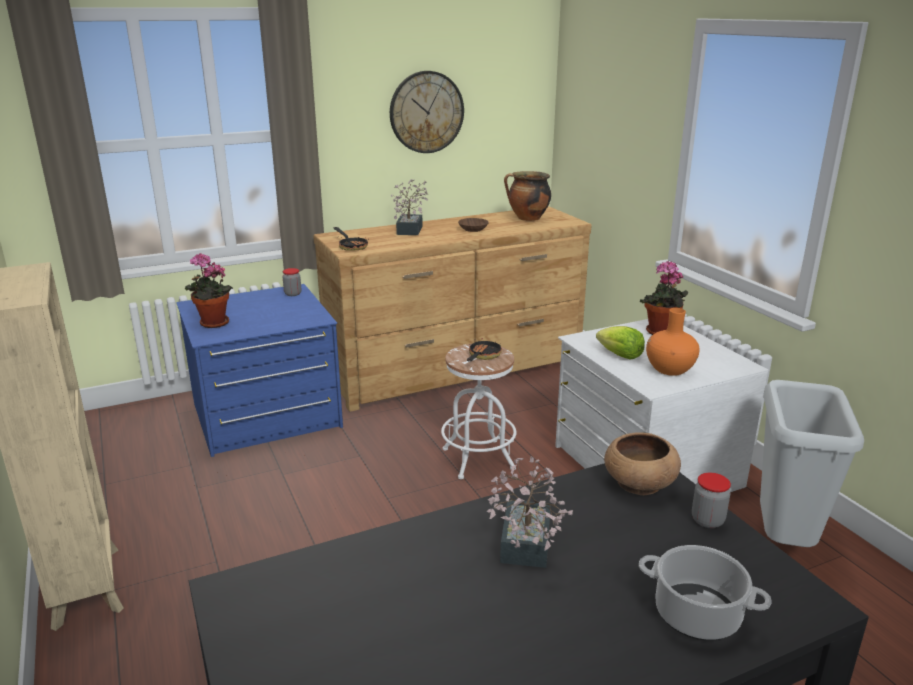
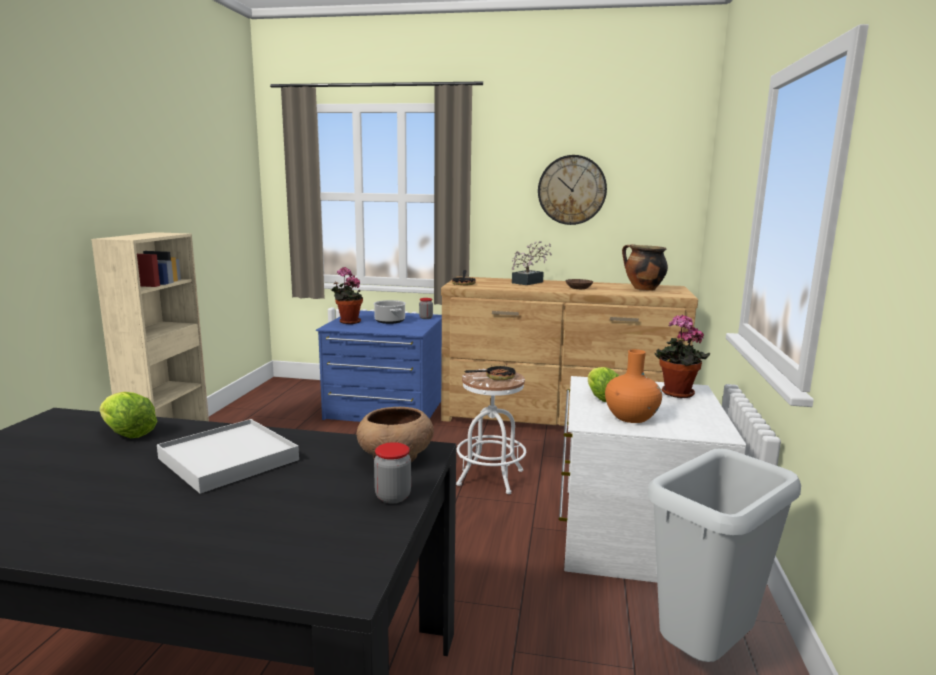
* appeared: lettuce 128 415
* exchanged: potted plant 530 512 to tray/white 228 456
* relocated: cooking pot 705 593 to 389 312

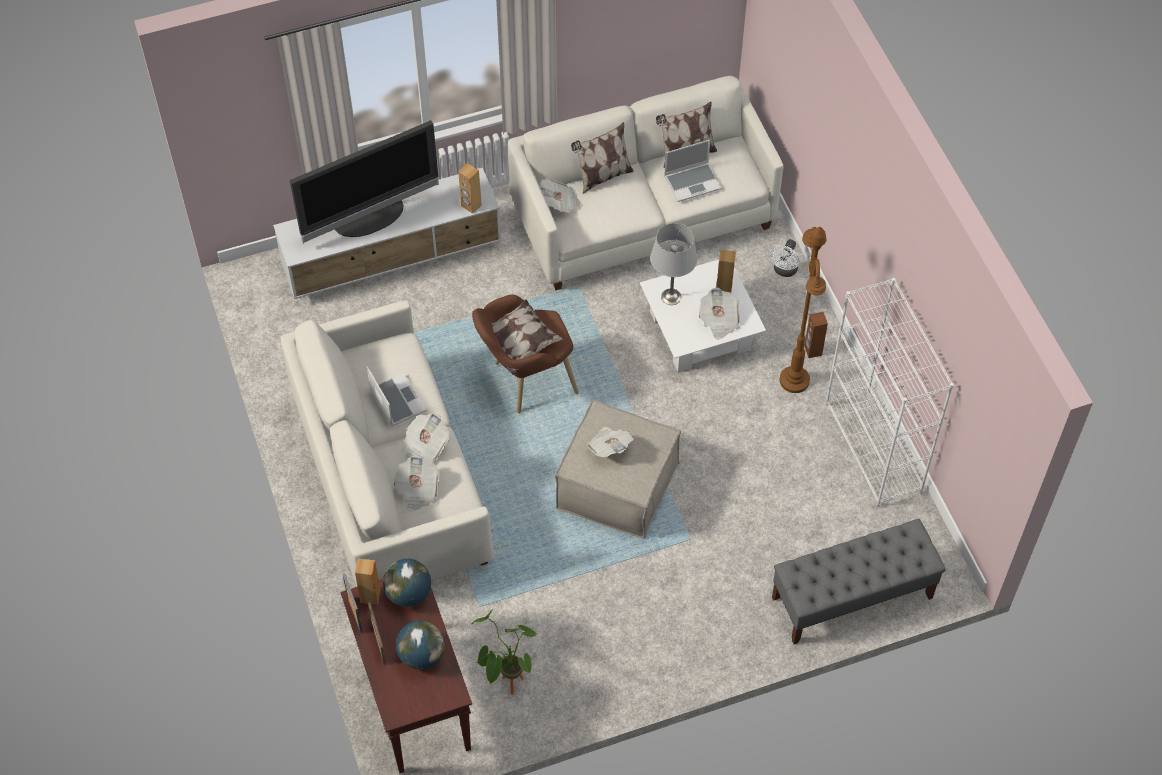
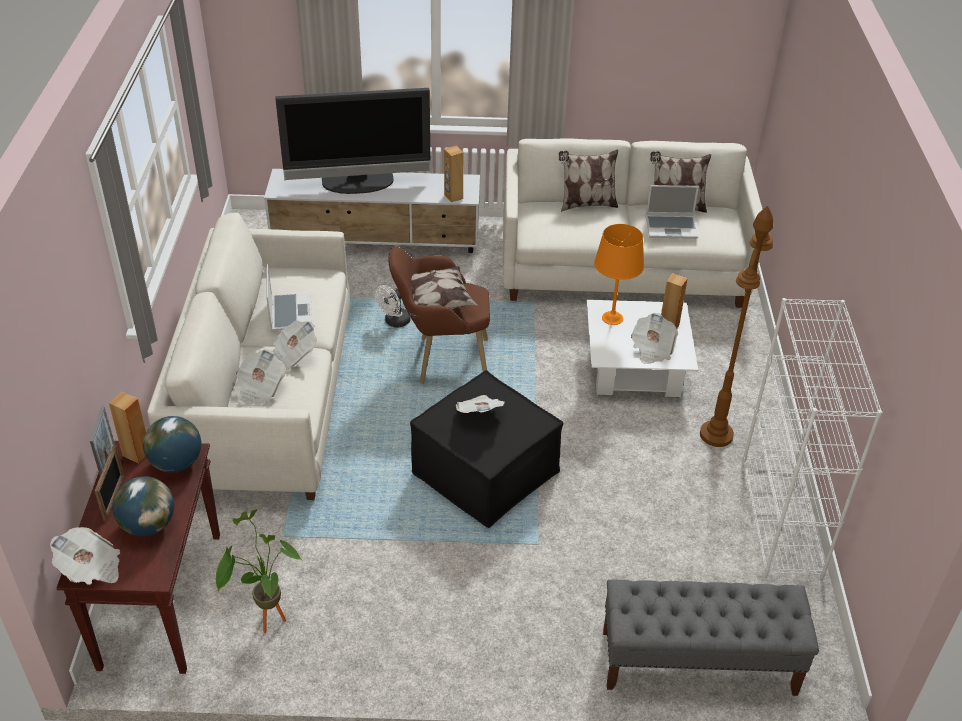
* relocated: newspaper 561 196 to 85 556
* relocated: fan/white 784 258 to 393 306
* colour: ottoman/beige 618 469 to ottoman/black 486 449
* colour: table lamp/grey 674 264 to table lamp/orange 619 274
* missing: speaker/brown 816 335

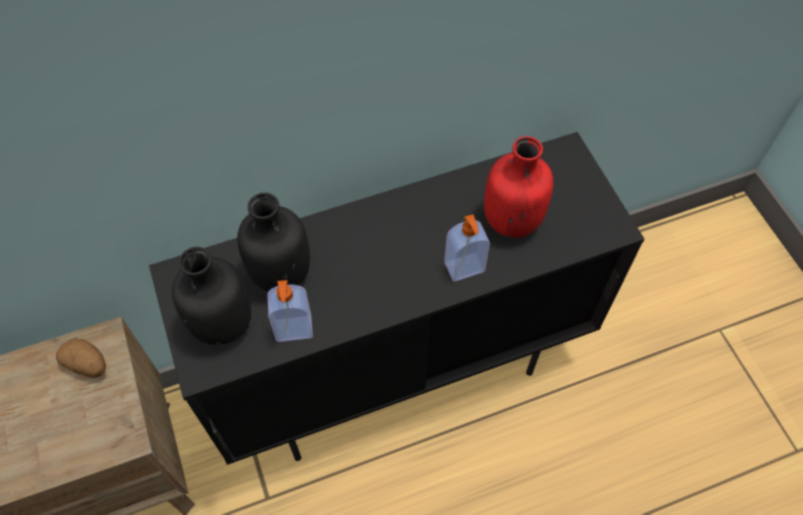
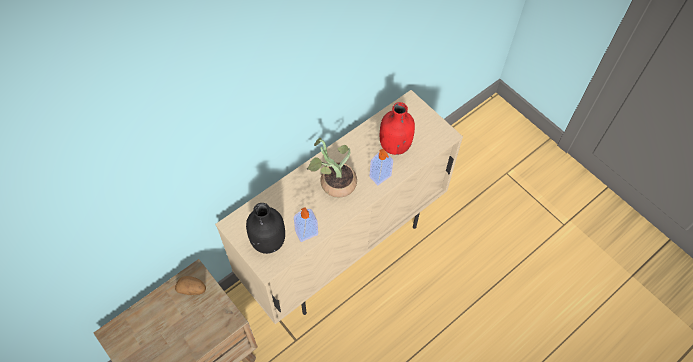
* colour: cabinet/black 397 298 to cabinet/beige 339 207
* appeared: potted plant 332 168
* missing: bottle/black 273 242

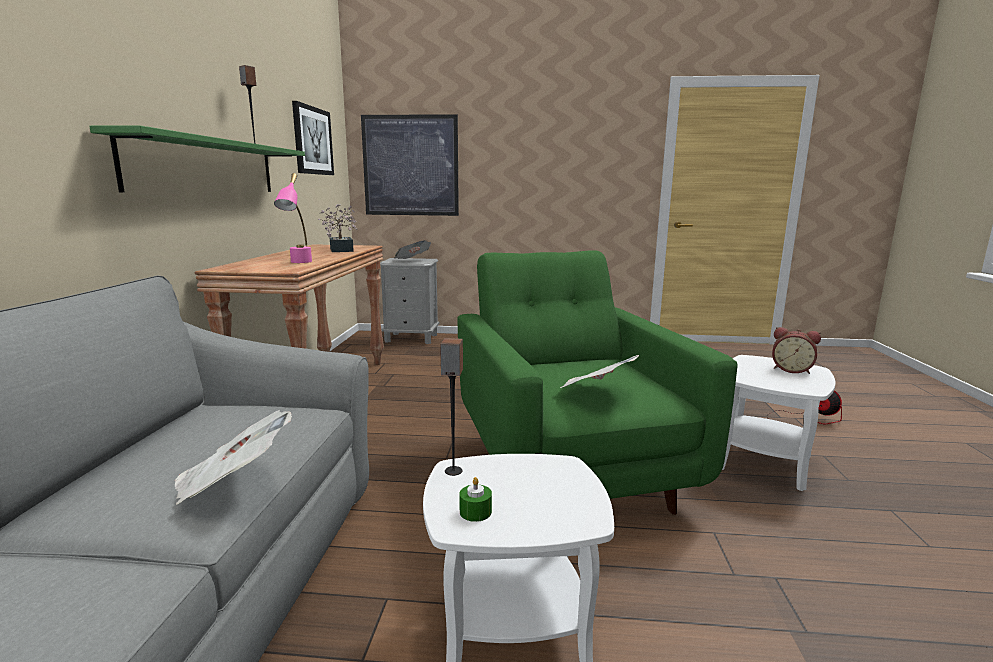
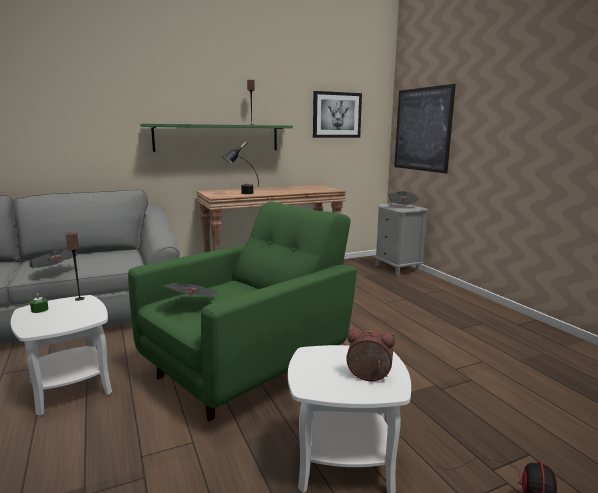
* colour: table lamp/pink 293 218 to table lamp/black 240 167
* spun: alarm clock 796 350 = 370 355 105 degrees clockwise
* missing: potted plant 337 228

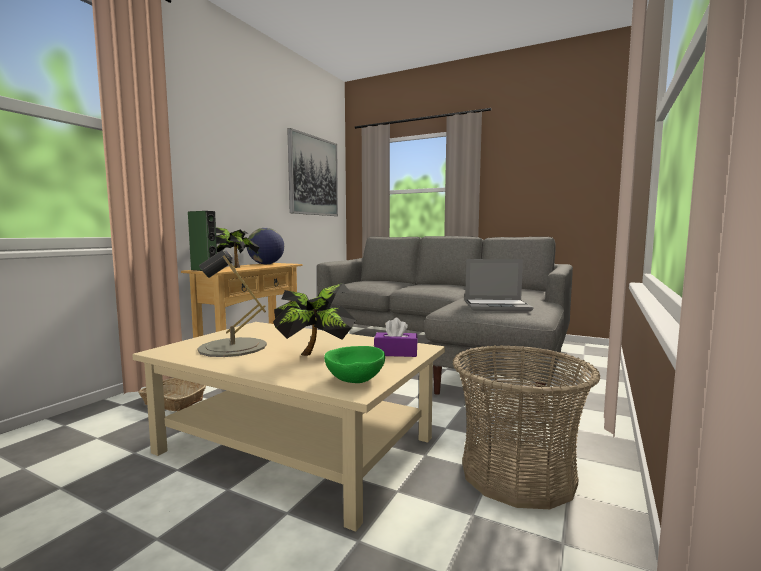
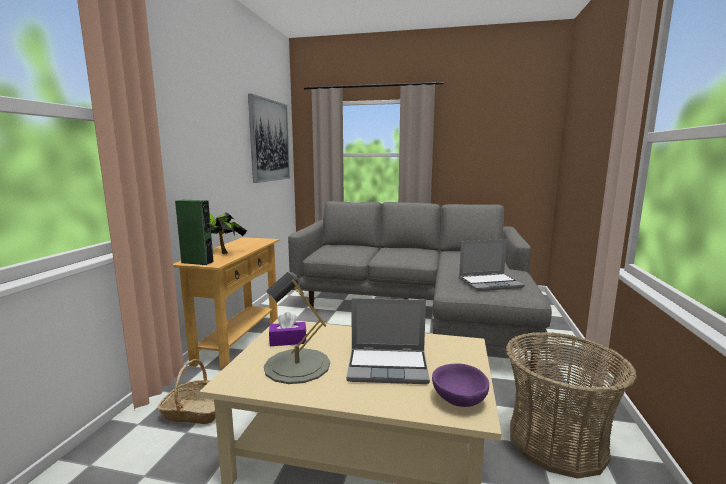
* relocated: tissue box/purple 396 337 to 287 329
* exchanged: potted plant 314 319 to laptop 388 341
* colour: bowl/green 354 364 to bowl/purple 460 385
* missing: globe 265 246

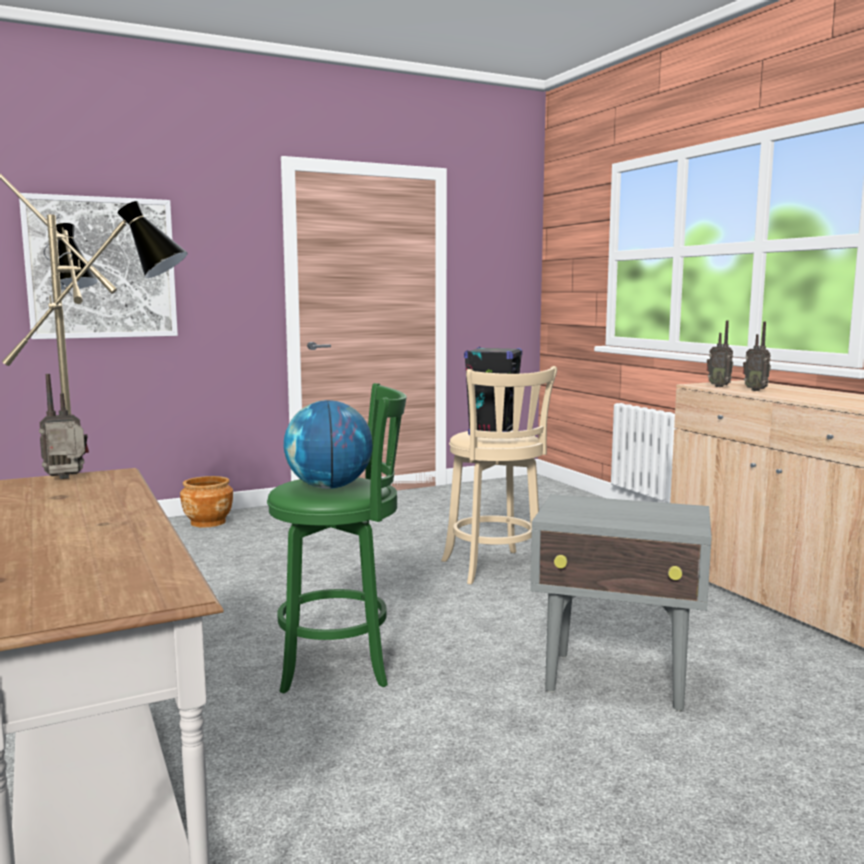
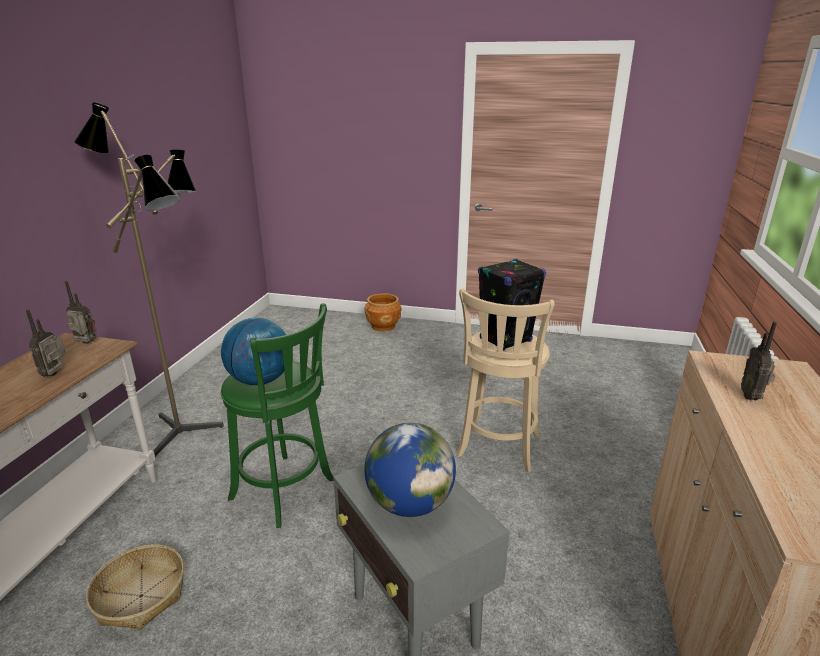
* relocated: radio 720 353 to 45 343
* appeared: basket 135 587
* appeared: globe 410 470
* missing: picture 98 266

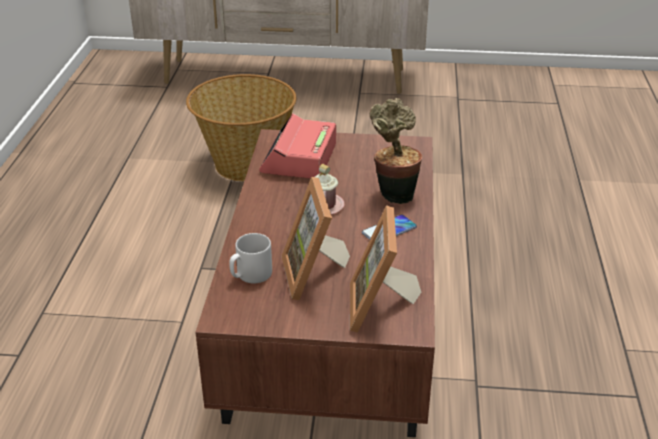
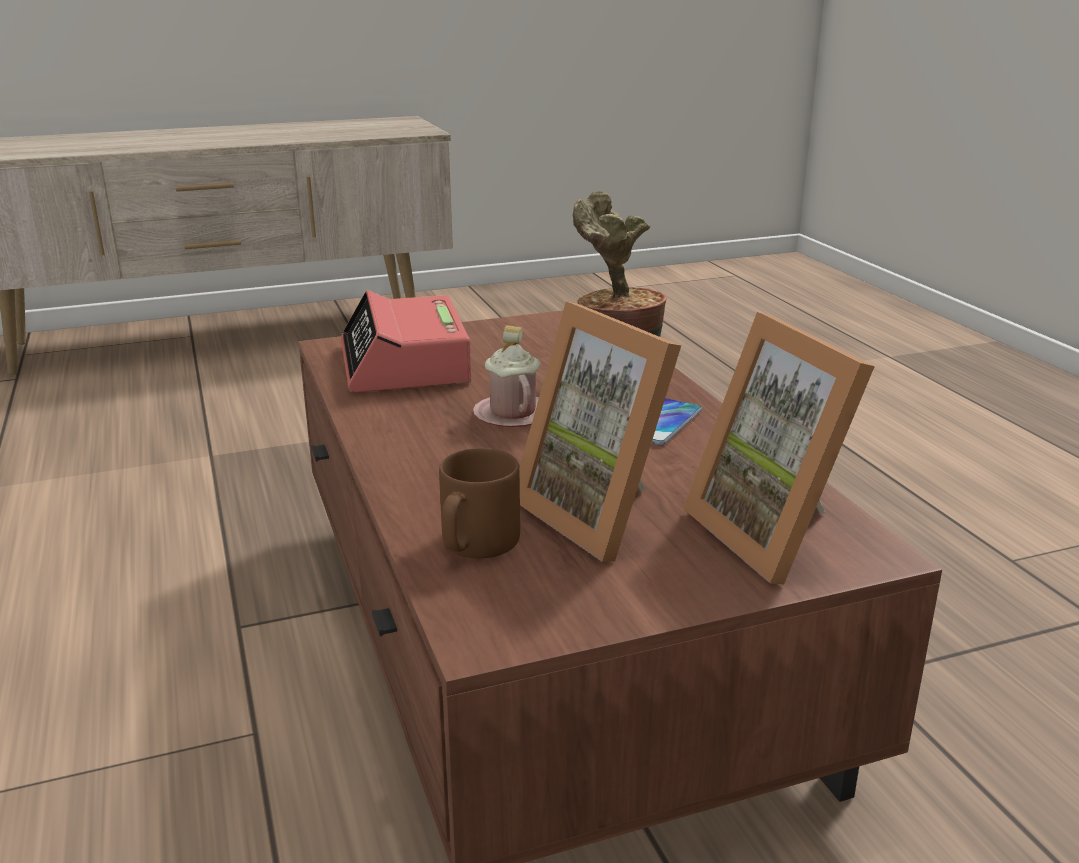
* colour: mug/grey 250 258 to mug/brown 479 503
* missing: basket 241 127

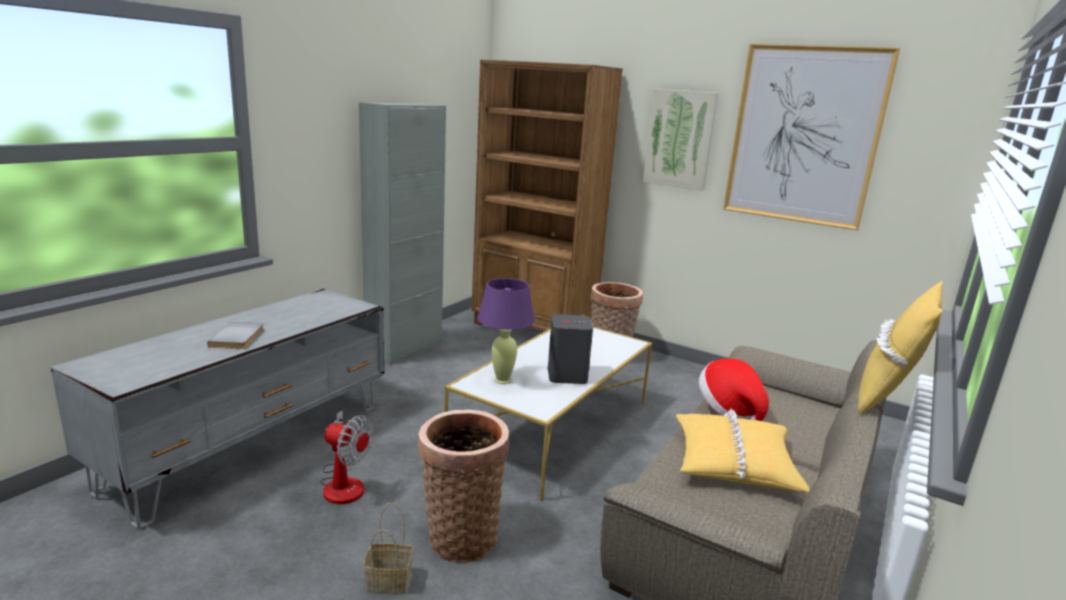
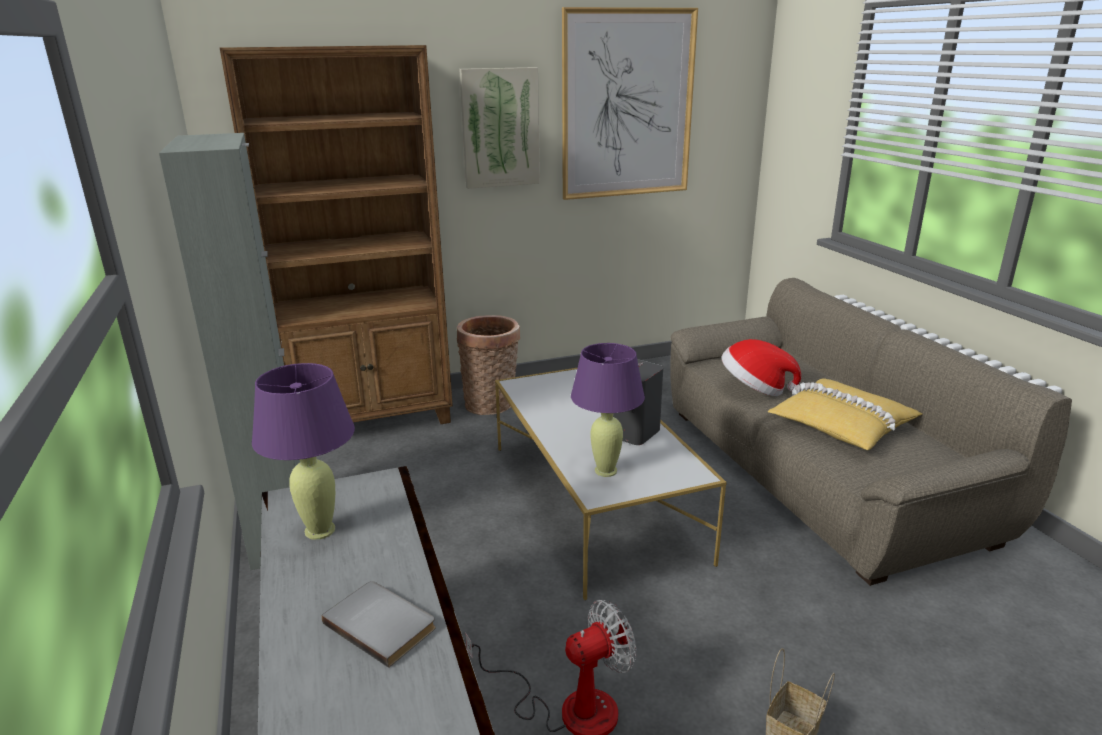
* appeared: table lamp/purple 303 451
* missing: basket 463 486
* missing: pillow/yellow 900 347

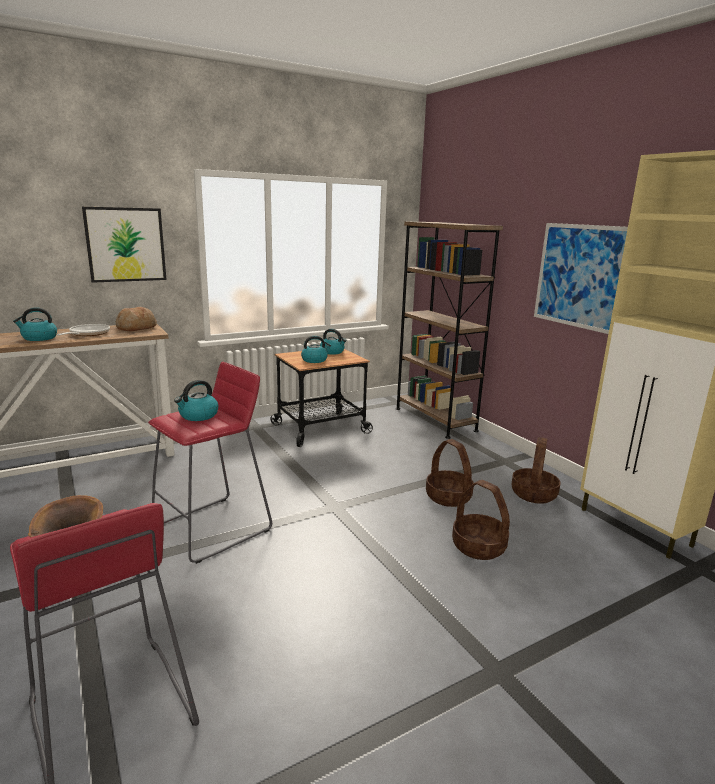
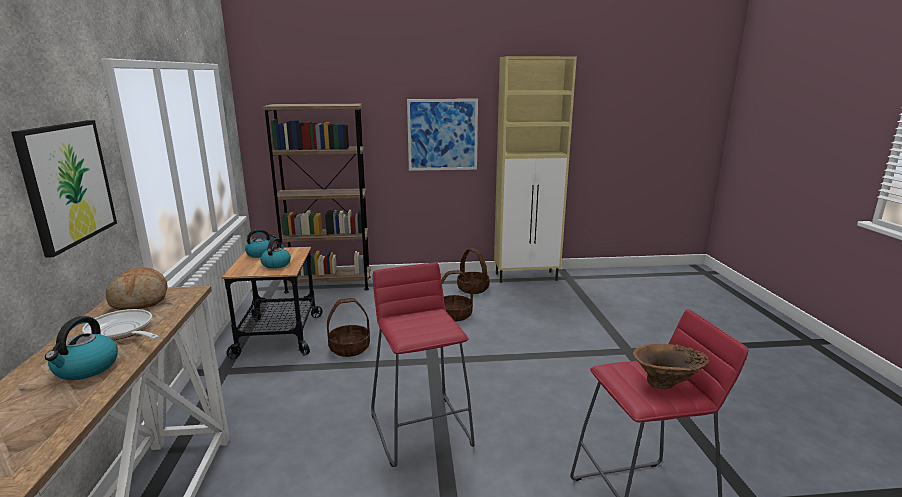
* relocated: basket 481 520 to 348 327
* missing: kettle 196 400

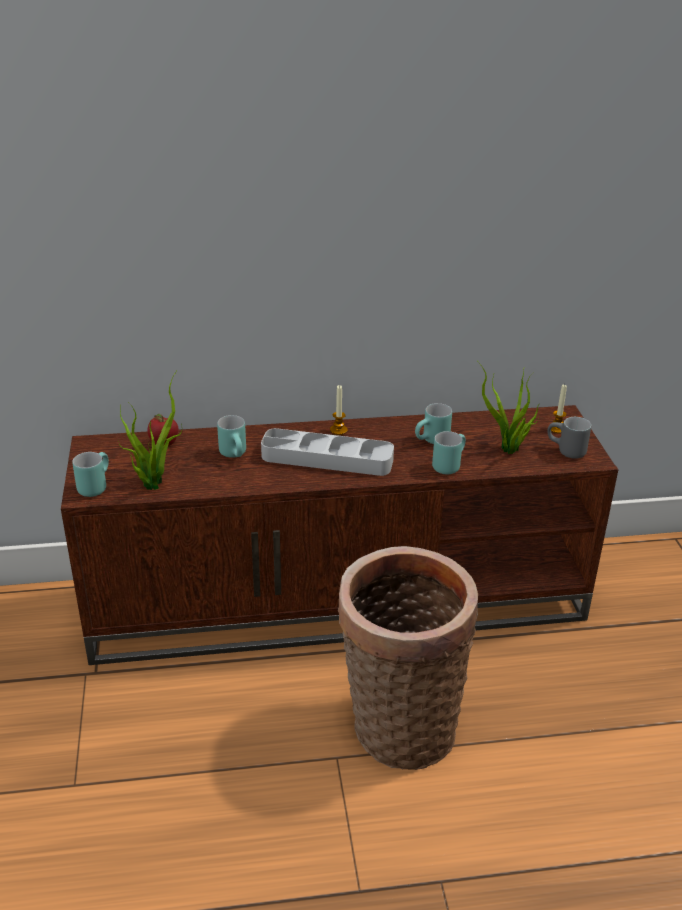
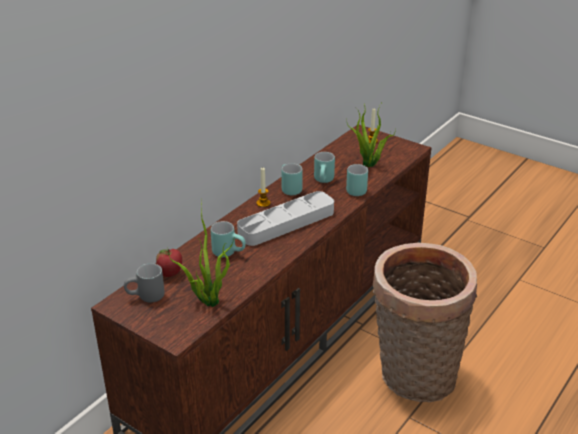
* relocated: mug/grey 569 438 to 144 283
* relocated: mug/turquoise 90 474 to 292 179

